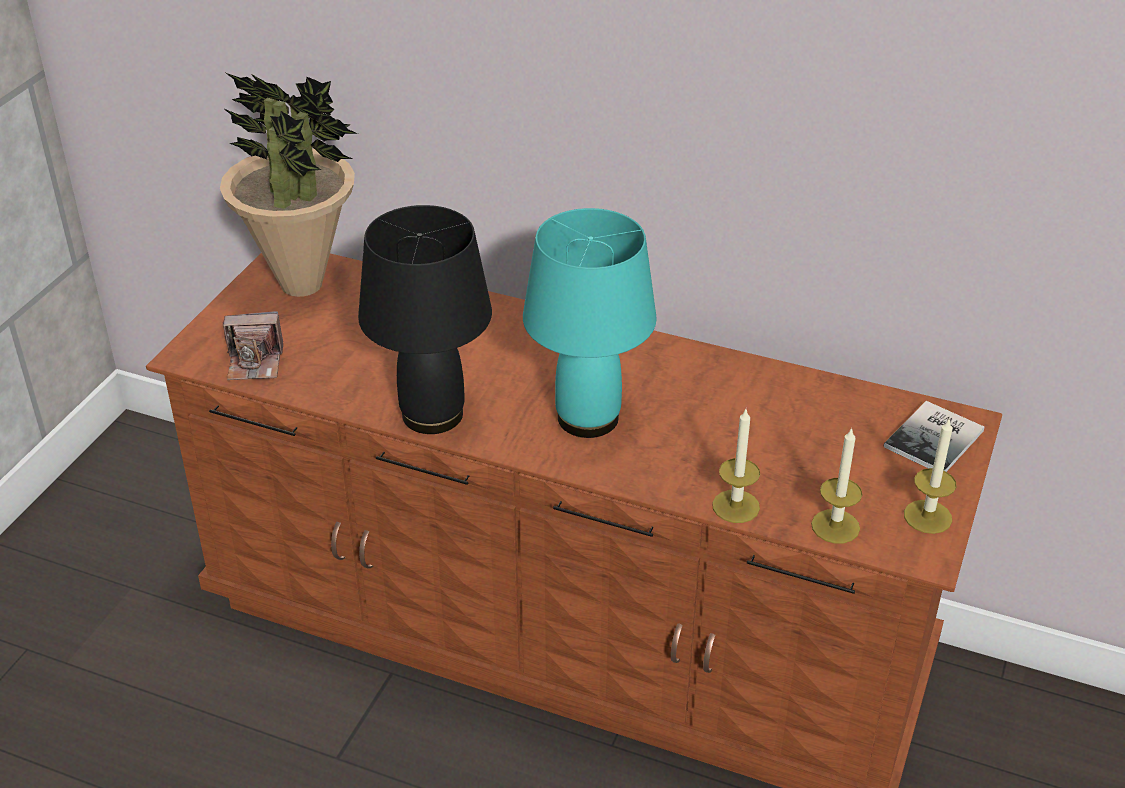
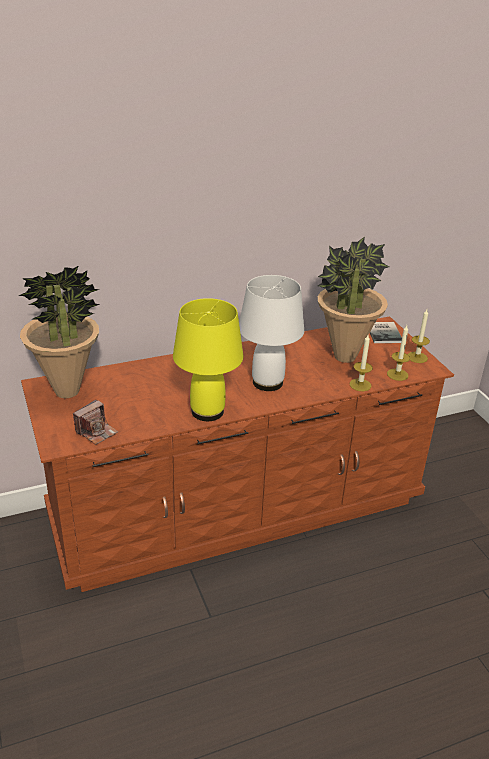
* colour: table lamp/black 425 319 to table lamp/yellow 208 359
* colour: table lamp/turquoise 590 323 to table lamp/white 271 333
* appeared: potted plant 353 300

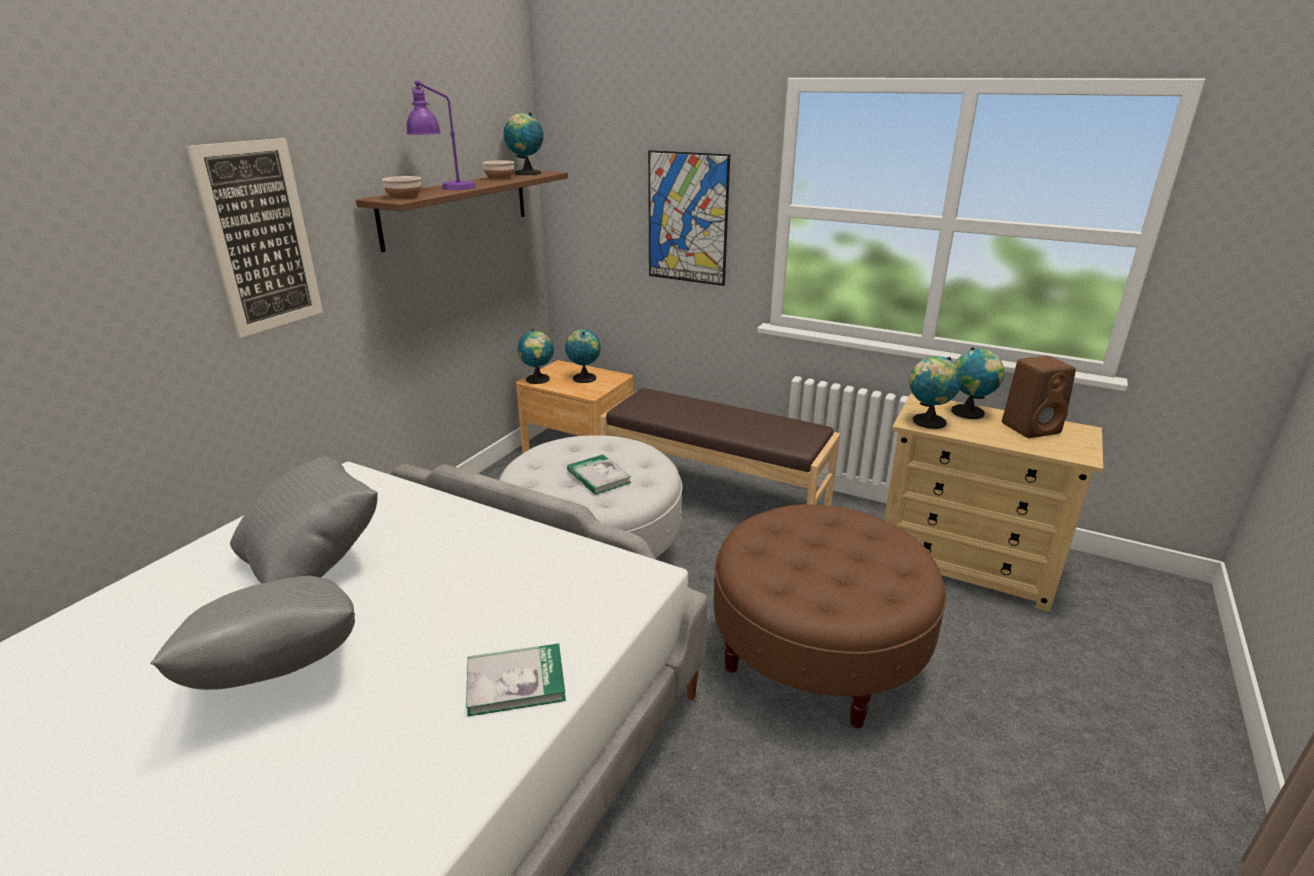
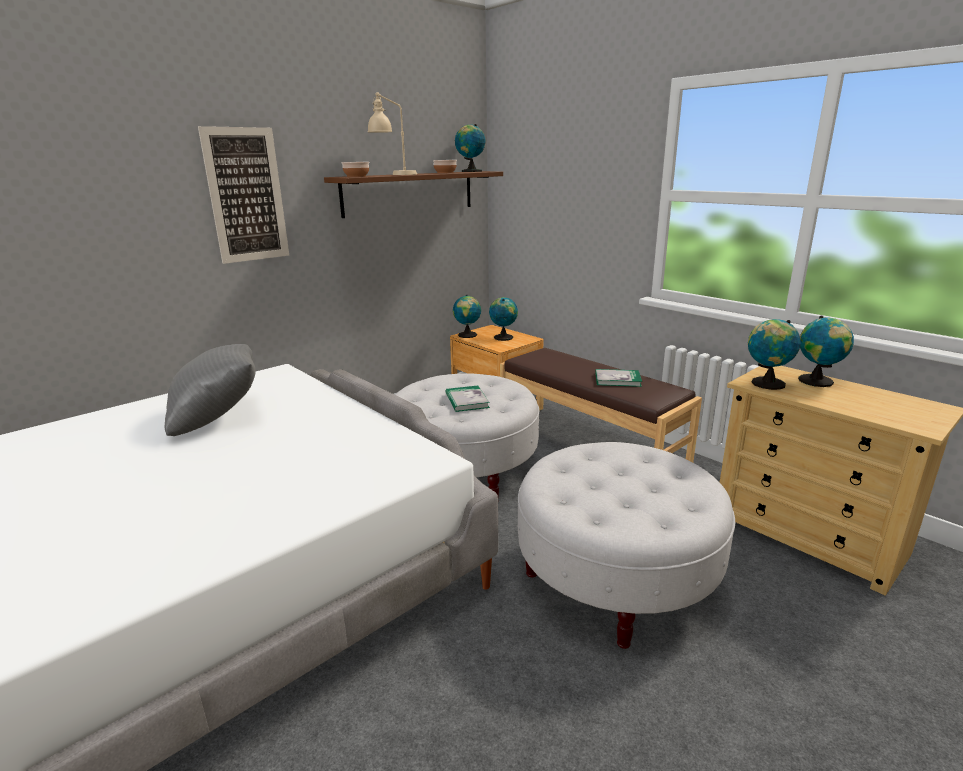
* colour: table lamp/purple 441 135 to table lamp/beige 392 133
* colour: ottoman/brown 829 616 to ottoman/white 626 545
* relocated: book 516 680 to 618 378
* missing: pillow/grey 252 633
* missing: picture 689 218
* missing: speaker/brown 1039 397

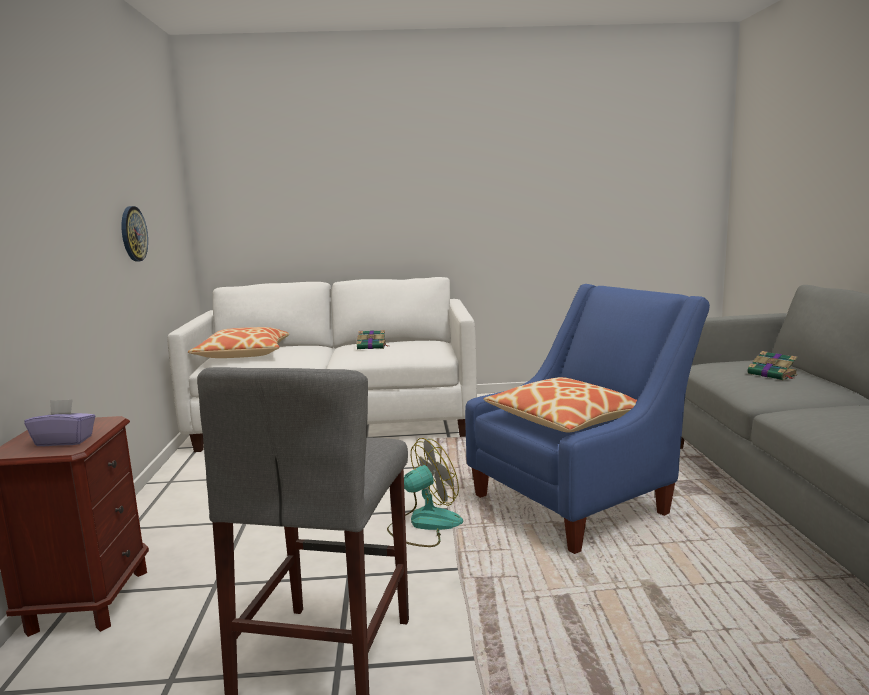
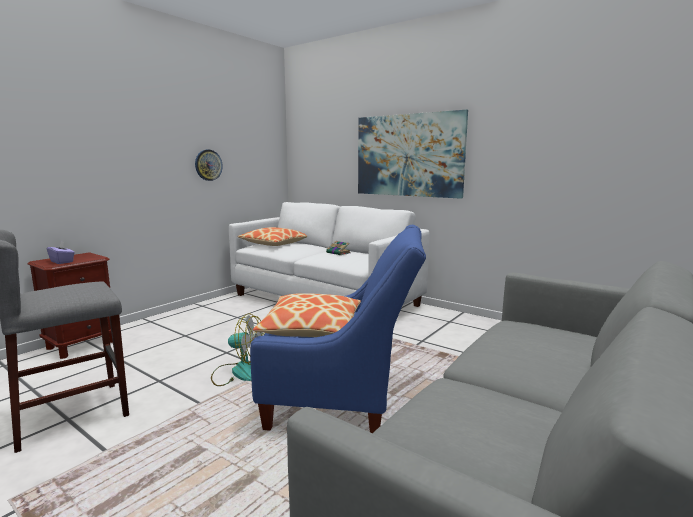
* appeared: picture 413 154
* missing: book 772 365

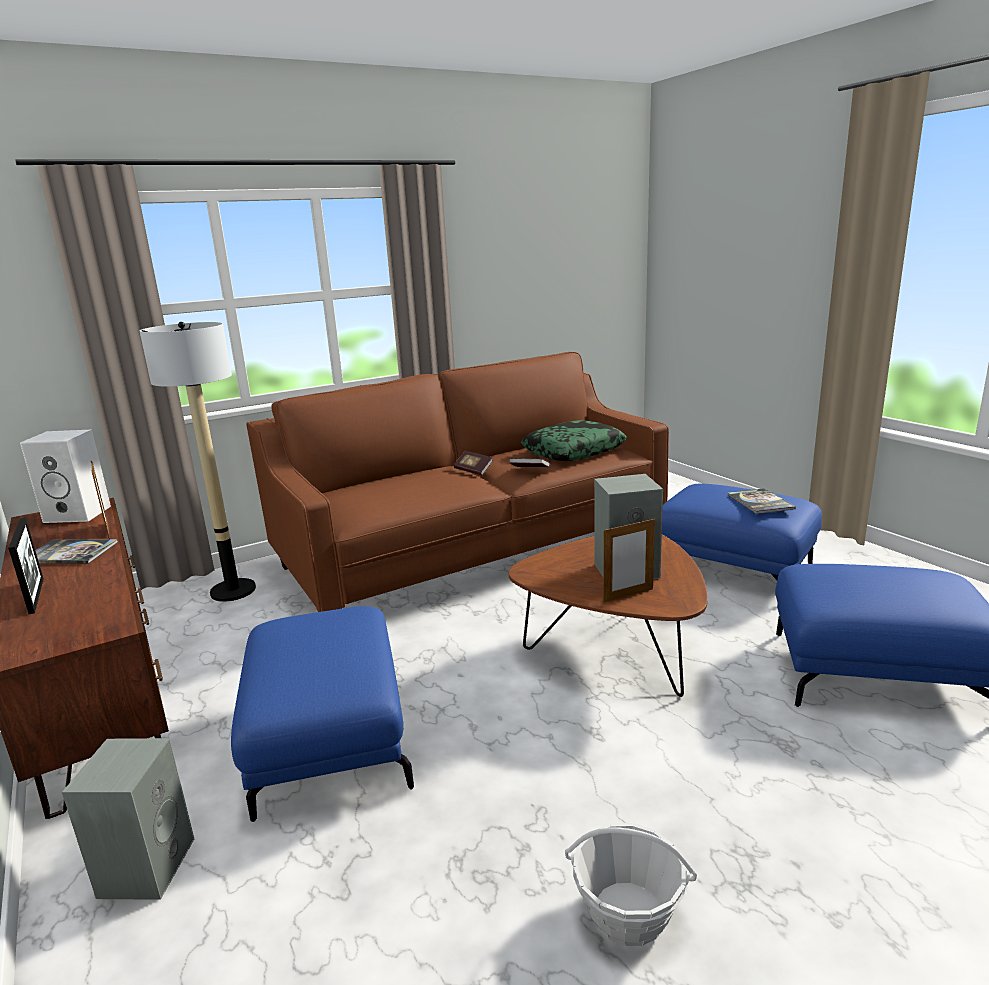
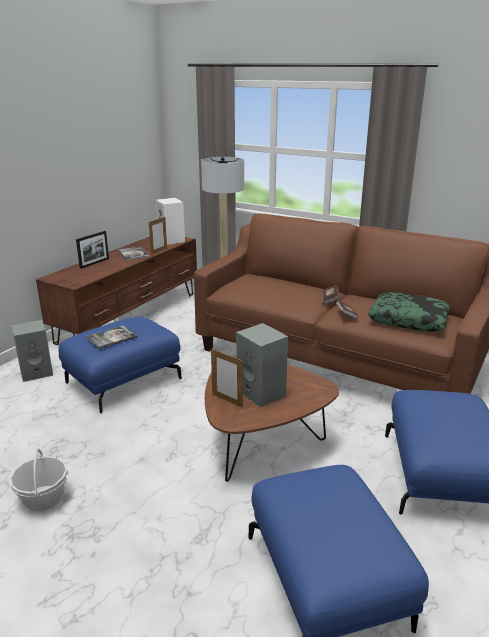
* relocated: book 761 501 to 111 337

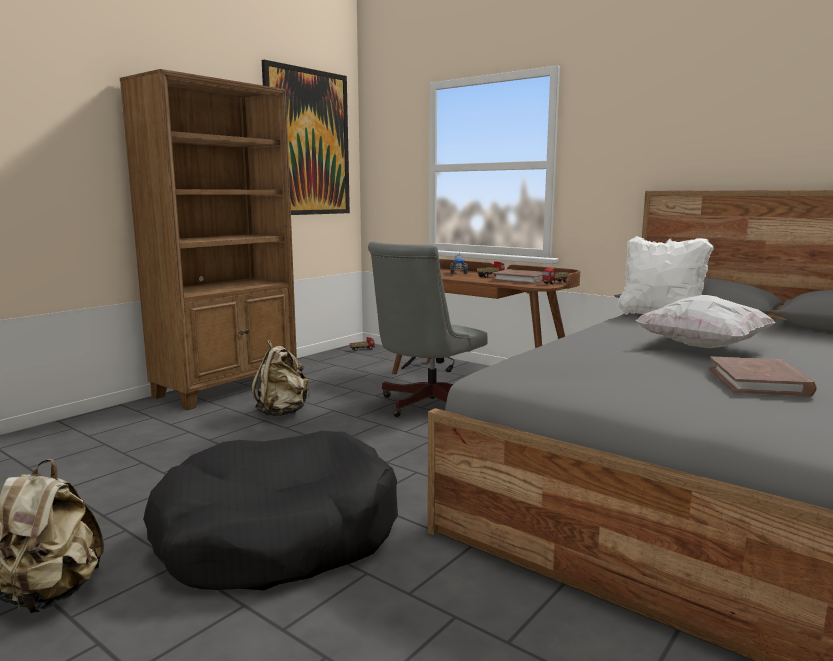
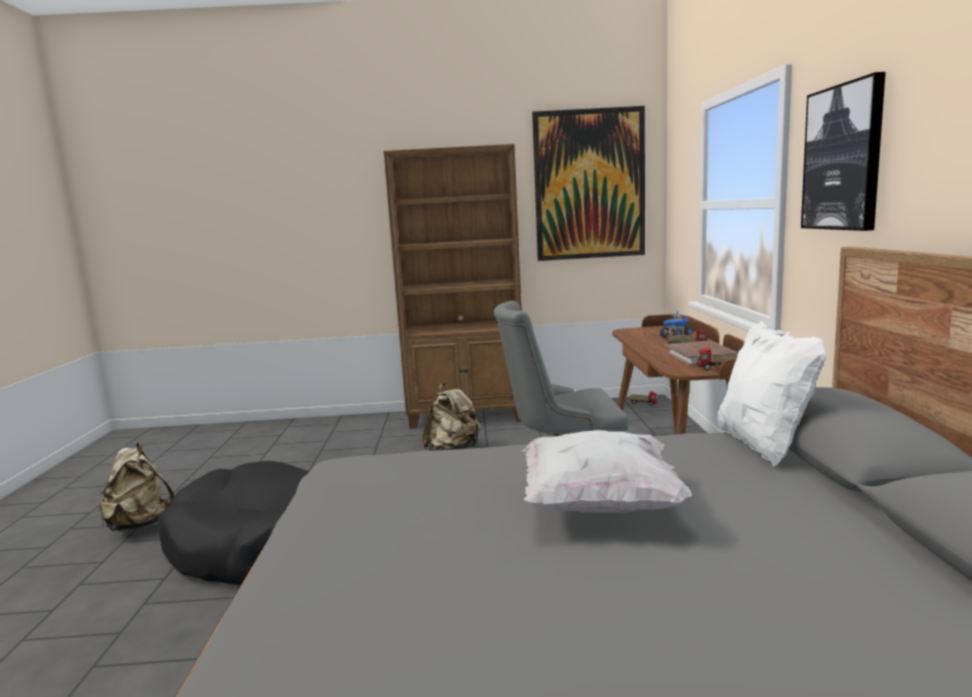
* appeared: picture 843 151
* missing: book/brown 763 376

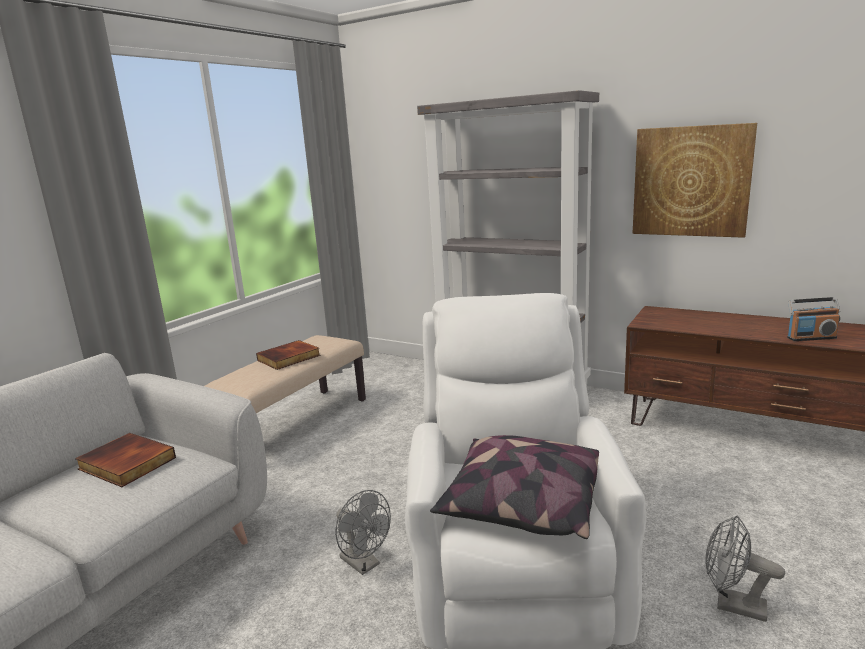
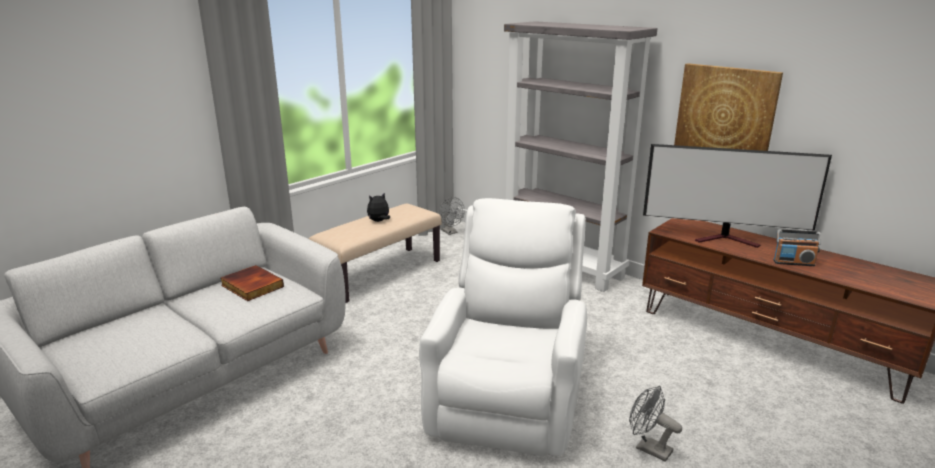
* exchanged: book 288 355 to plush toy 378 207
* relocated: fan/grey 363 532 to 452 216
* appeared: television 737 196
* missing: pillow 514 487

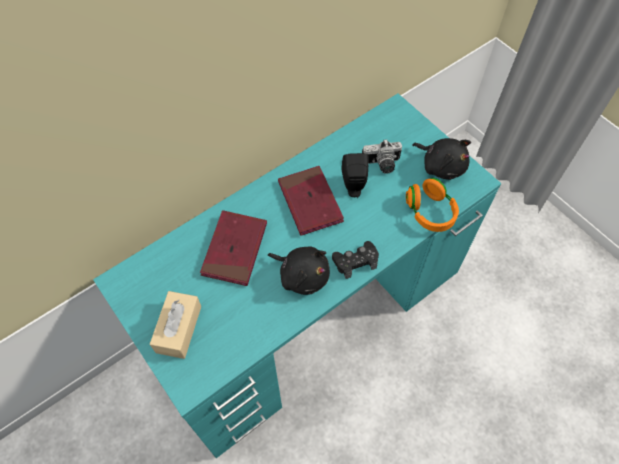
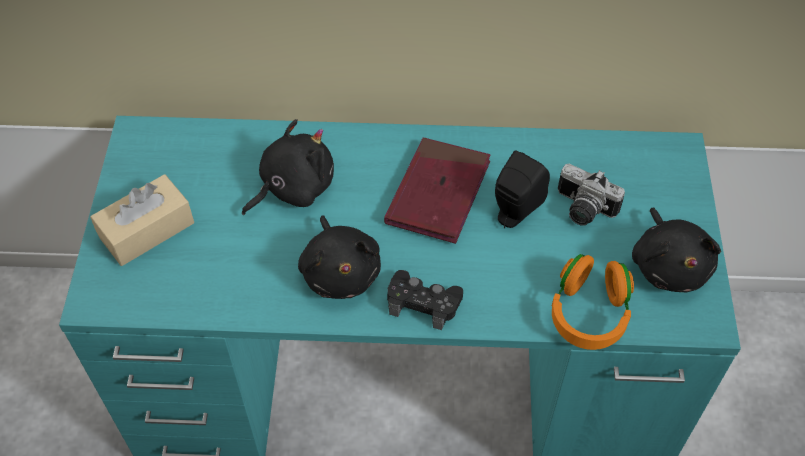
* exchanged: book/red 233 248 to plush toy/black 288 167

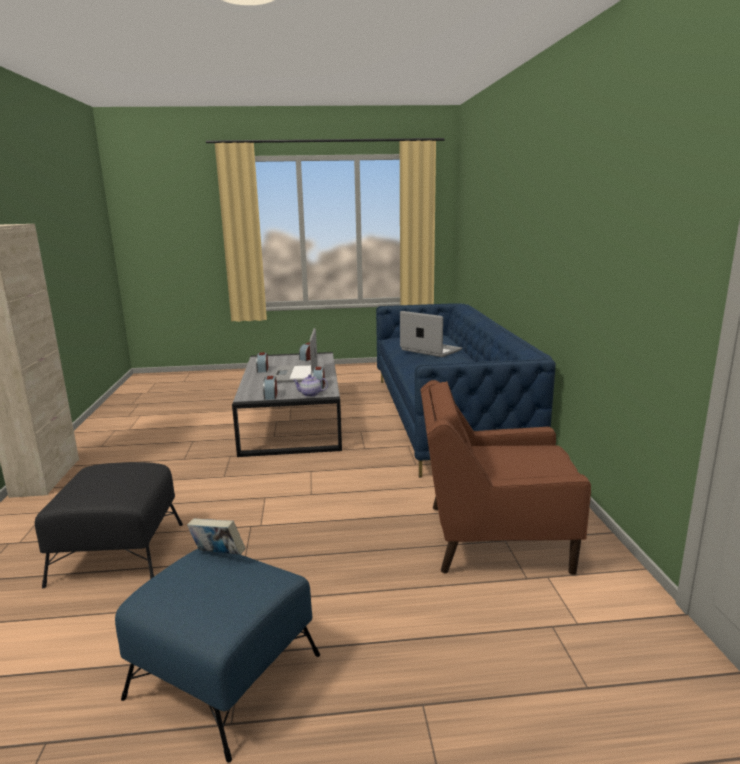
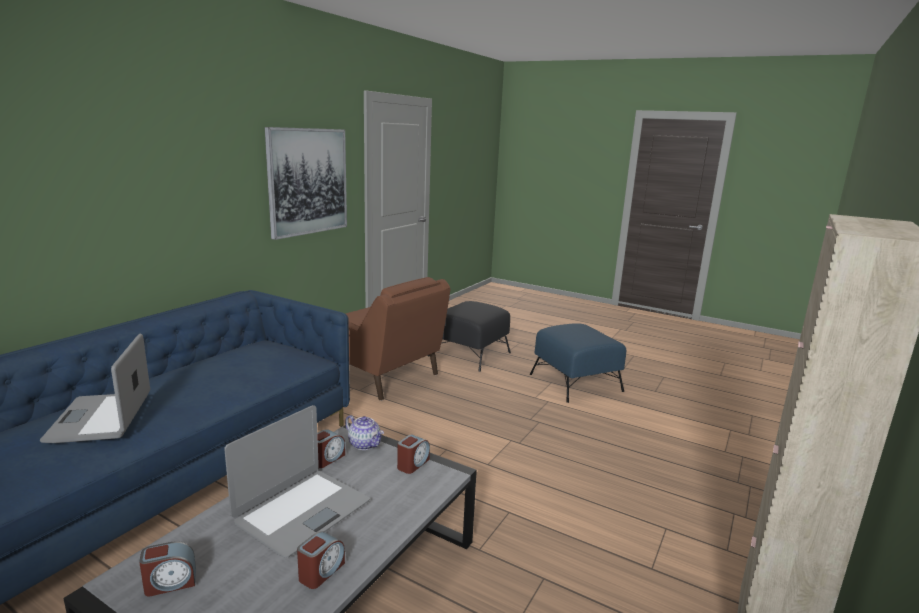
* appeared: picture 306 183
* relocated: ottoman/black 109 525 to 469 336
* missing: book 216 537

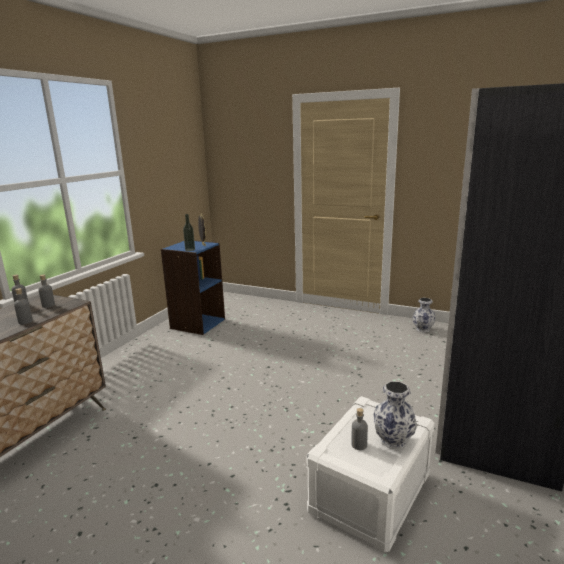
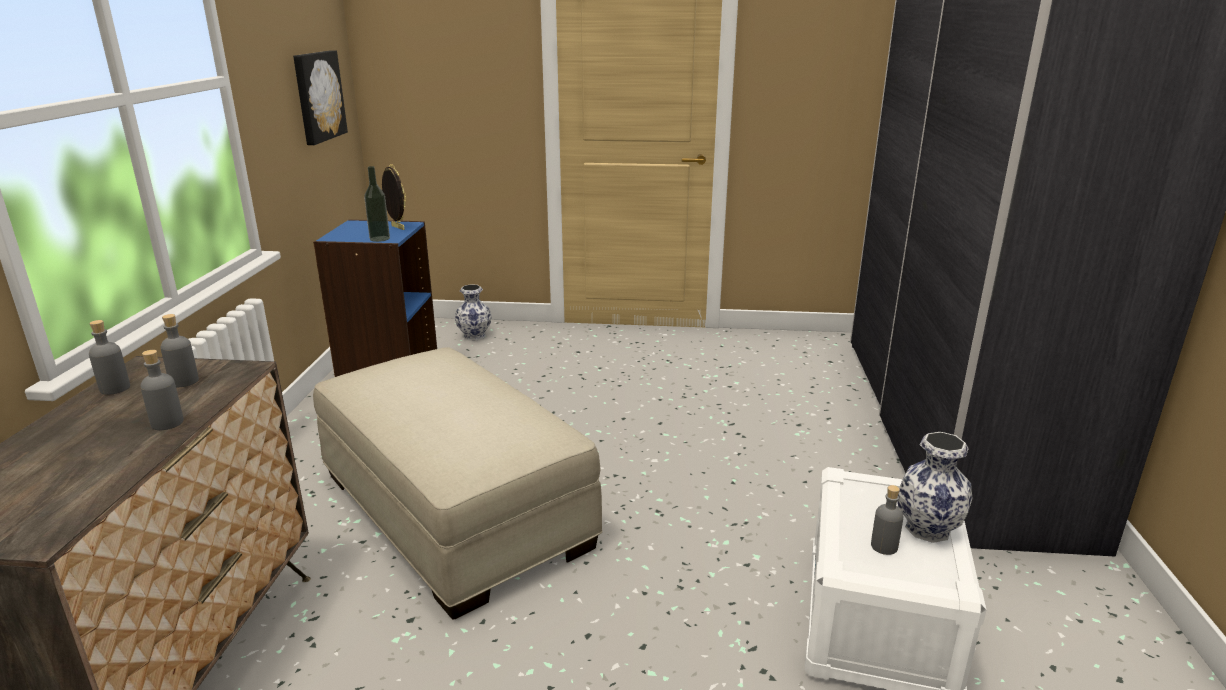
* appeared: picture 320 97
* appeared: ottoman/beige 458 483
* relocated: vase 424 315 to 473 312

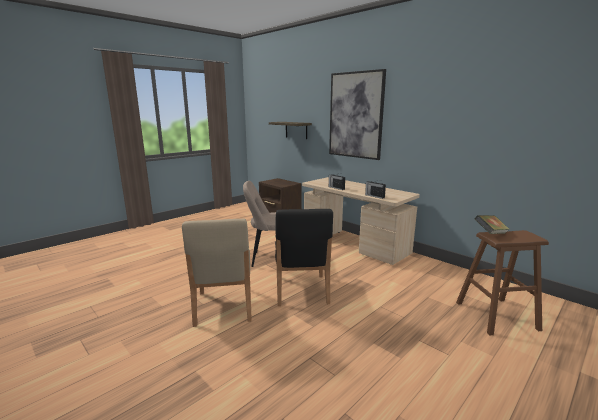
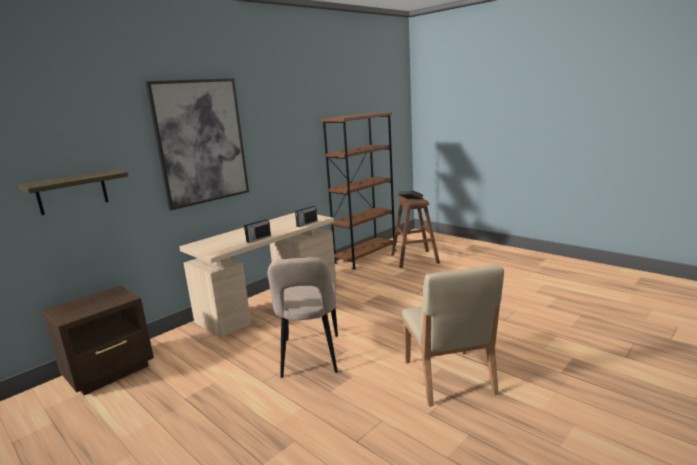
* appeared: bookcase/brown 358 191
* spun: chair/beige 217 273 = 453 336 90 degrees clockwise
* missing: chair/black 304 257

